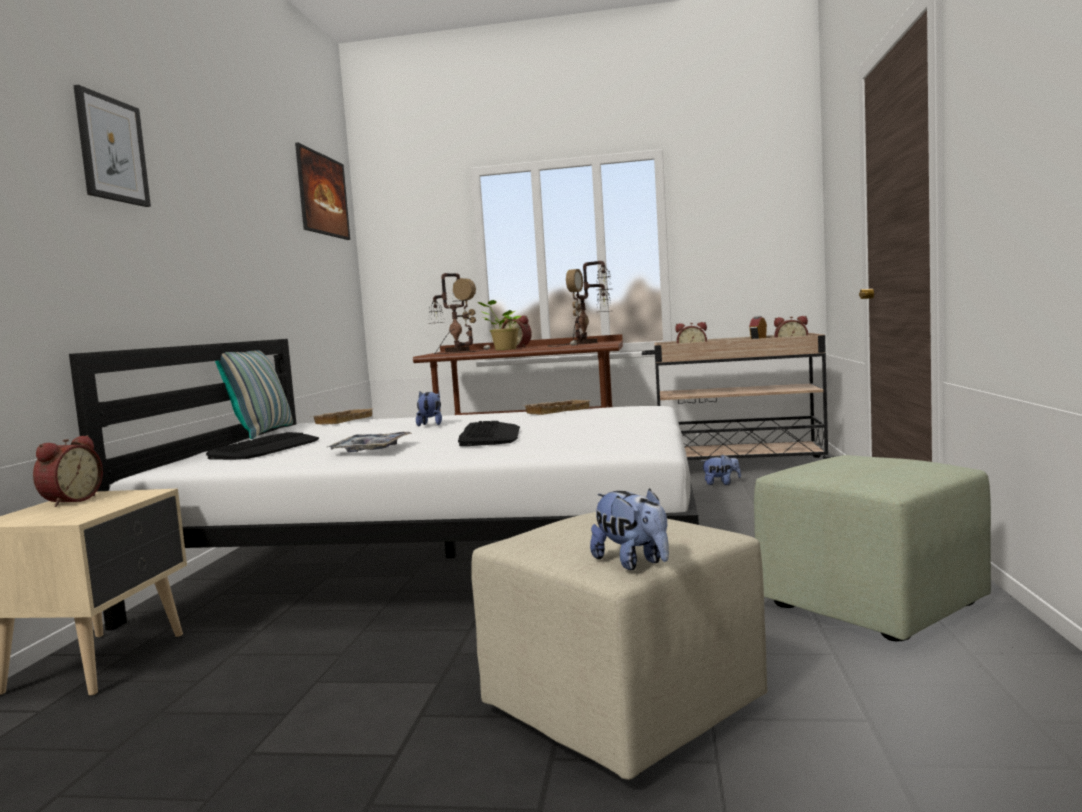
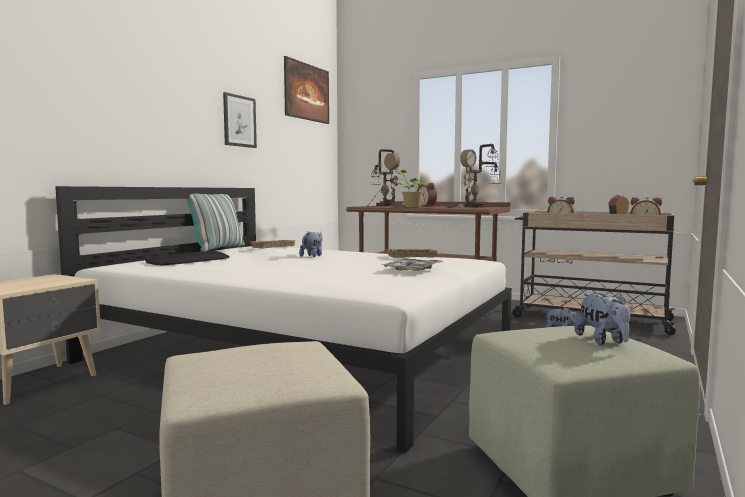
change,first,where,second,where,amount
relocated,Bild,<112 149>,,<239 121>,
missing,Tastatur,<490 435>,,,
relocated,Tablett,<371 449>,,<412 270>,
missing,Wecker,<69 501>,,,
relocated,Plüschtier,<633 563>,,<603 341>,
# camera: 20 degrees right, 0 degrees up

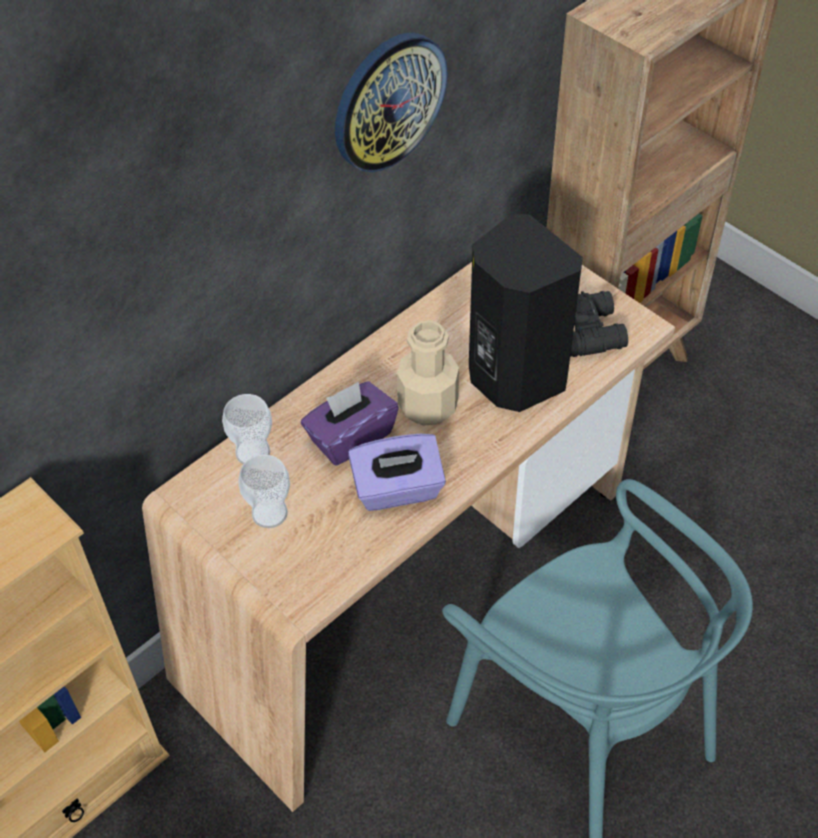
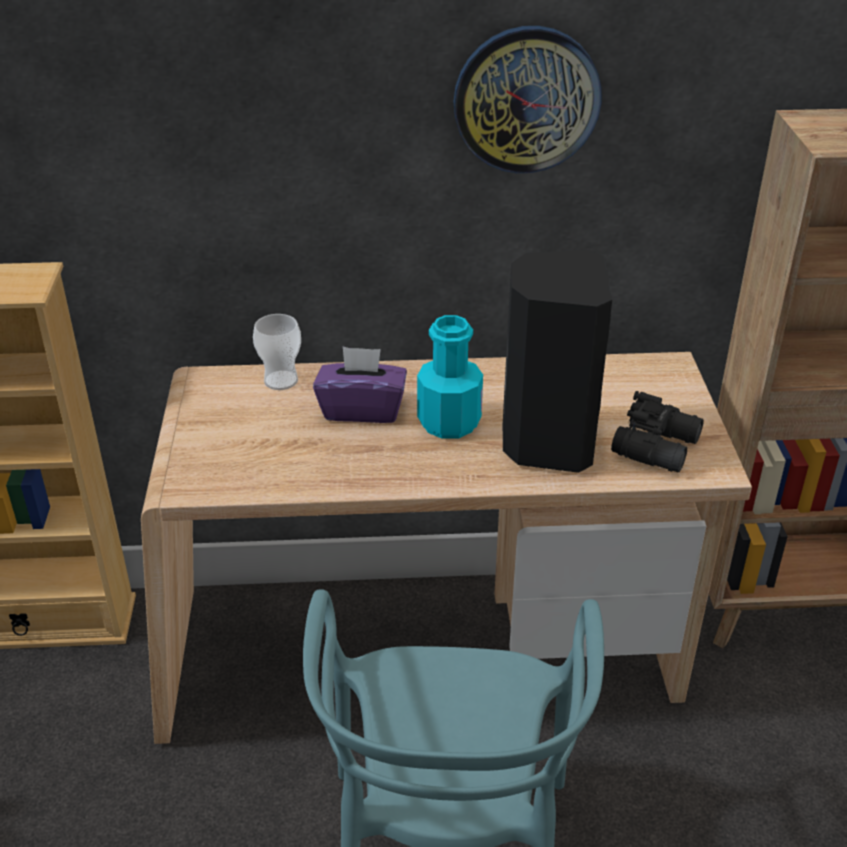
change,first,where,second,where,amount
colour,Flasche [beige],<428 405>,Flasche [türkis],<449 422>,
missing,Taschentuchbox [lila],<398 490>,,,
missing,Tasse,<269 513>,,,
# camera: 40 degrees right, 15 degrees down

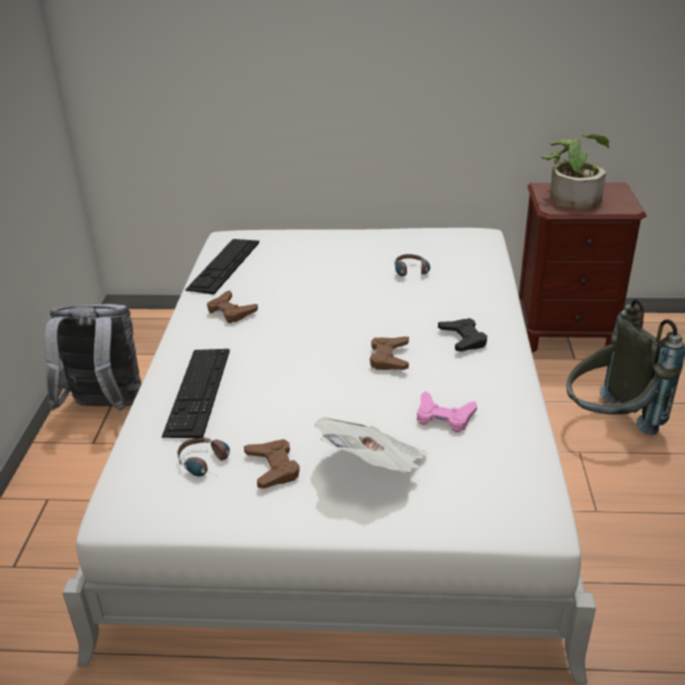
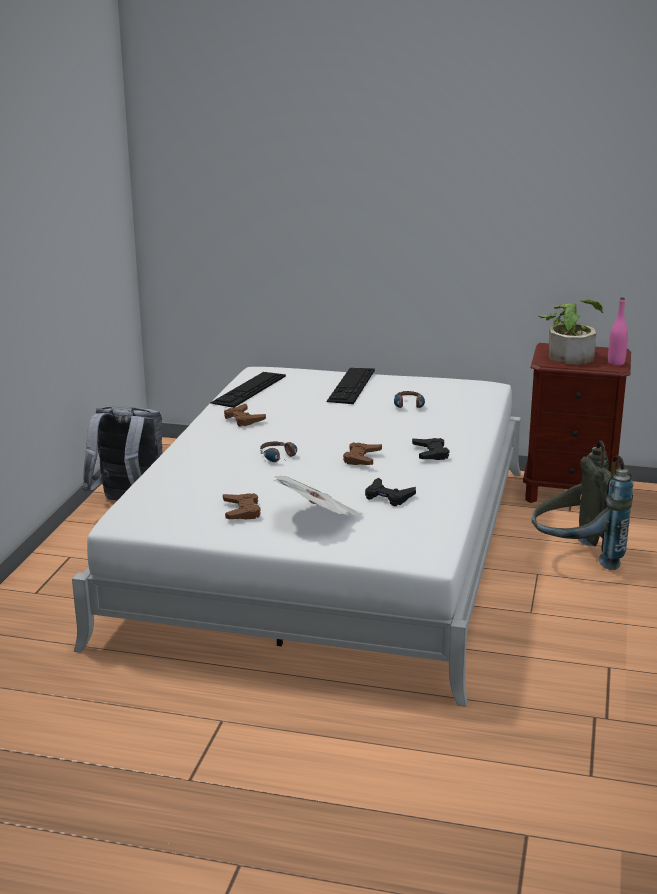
change,first,where,second,where,amount
relocated,Tastatur,<198 391>,,<351 385>,
colour,Gamepad [rosa],<444 417>,Gamepad [schwarz],<388 496>,
relocated,Kopfhörer,<209 465>,,<281 458>,
appeared,,,Flasche [rosa],<616 363>,
# camera: 10 degrees right, 10 degrees down

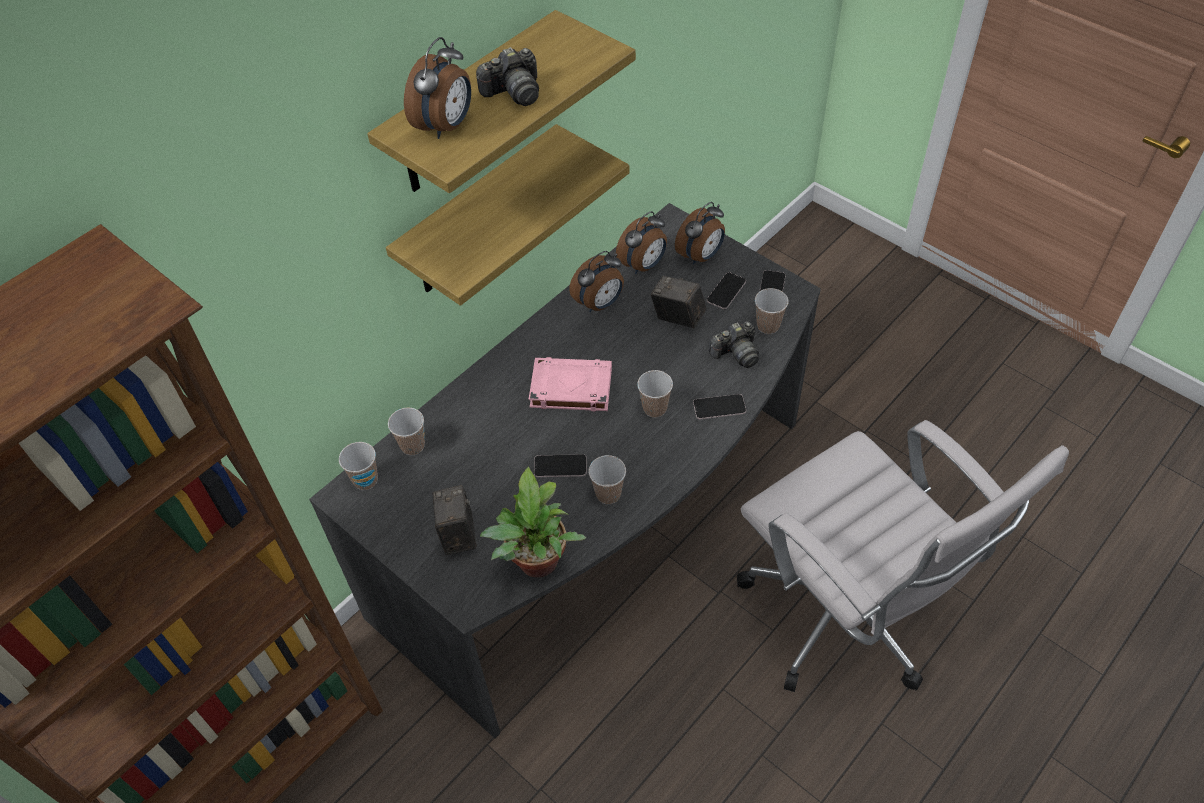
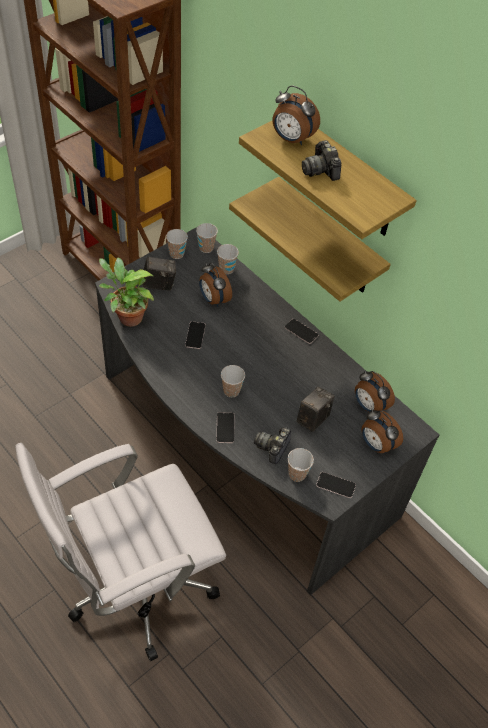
change,first,where,second,where,amount
relocated,Wecker,<600 304>,,<213 299>,
relocated,Handy,<726 291>,,<301 331>,
spun,Kamera,<736 353>,,<273 447>,45 degrees clockwise
missing,Buch [rosa],<570 388>,,,
relocated,Tasse,<608 494>,,<176 254>,
# camera: 90 degrees right, 0 degrees up

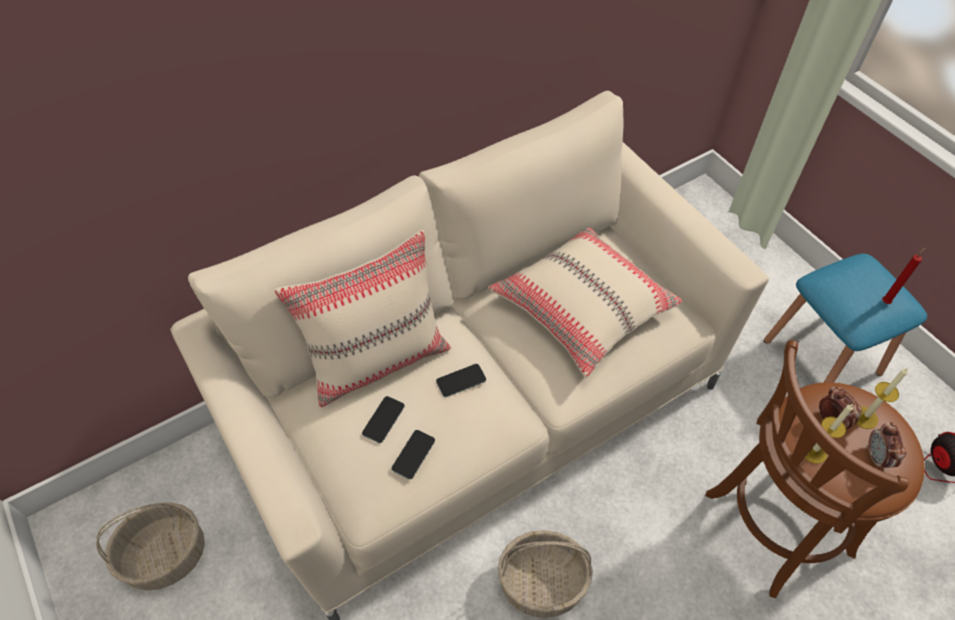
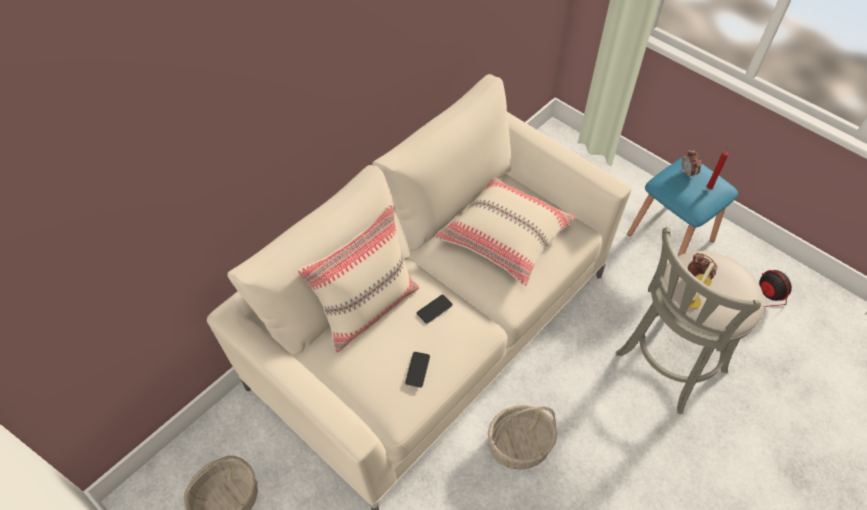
change,first,where,second,where,amount
colour,Hocker [braun],<771 527>,Hocker [grau],<667 365>,
missing,Kerze,<864 417>,,,
missing,Handy,<383 419>,,,
relocated,Wecker,<876 457>,,<687 173>,
# camera: 15 degrees left, 0 degrees up

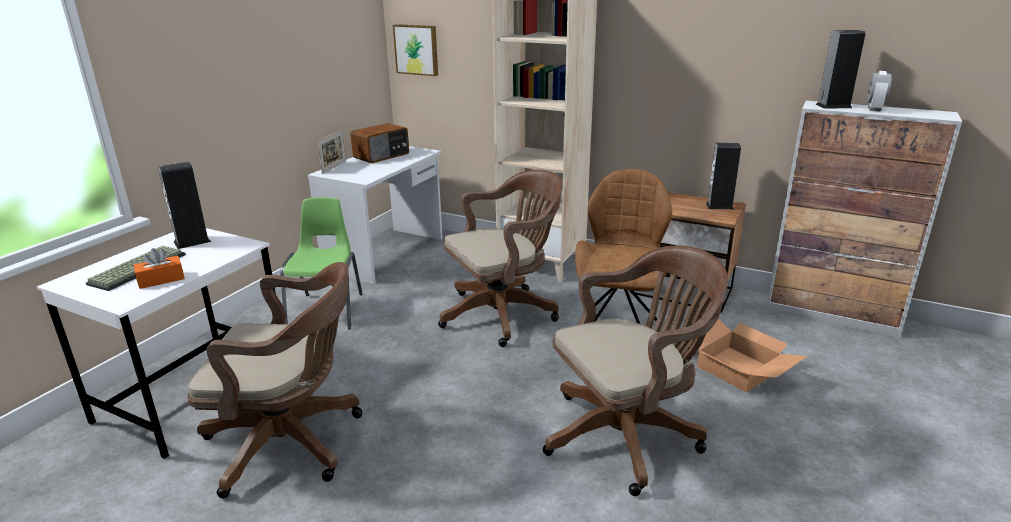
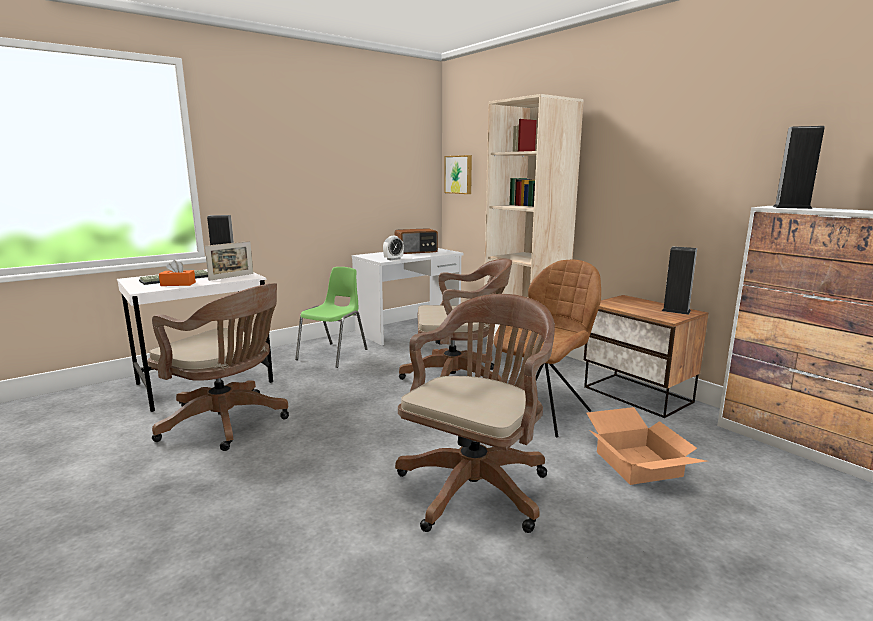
change,first,where,second,where,amount
relocated,Wecker,<874 109>,,<393 259>,
relocated,Bilderrahmen,<334 167>,,<231 277>,
spun,Bürostuhl [braun],<628 434>,,<477 485>,60 degrees counterclockwise
# camera: 25 degrees right, 10 degrees down

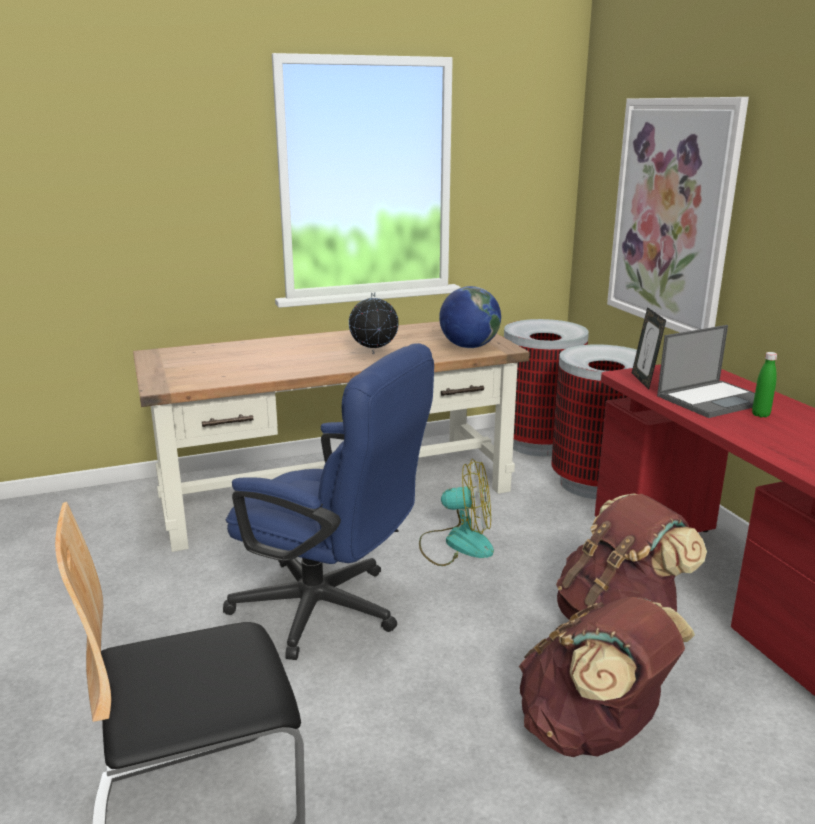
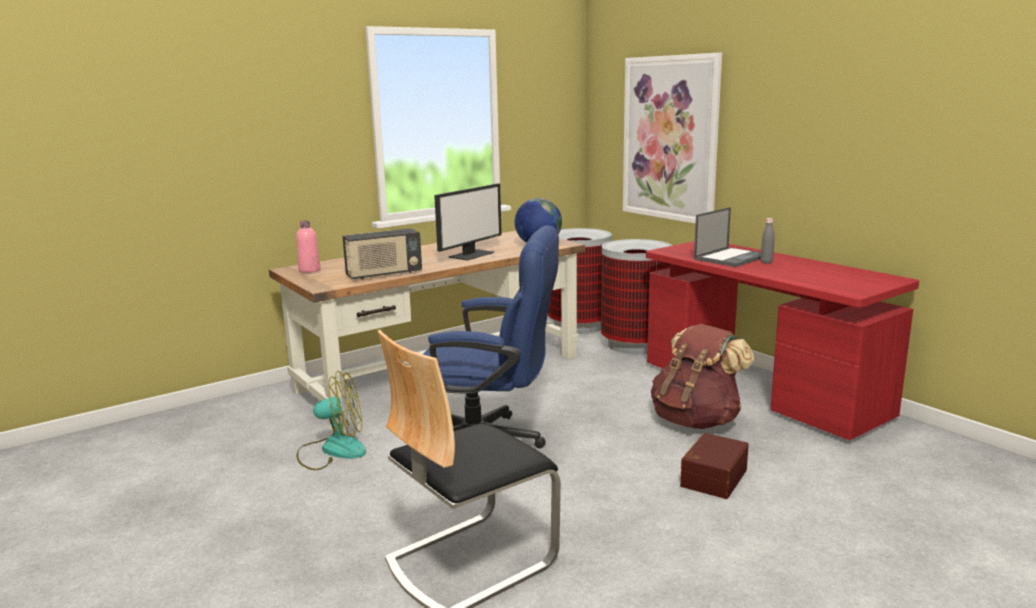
change,first,where,second,where,amount
exchanged,Globus,<374 354>,Monitor,<471 254>,
missing,Bilderrahmen,<644 381>,,,
colour,Flasche [grün],<760 415>,Flasche [grau],<766 262>,
relocated,Ventilator,<457 544>,,<332 450>,
exchanged,Rucksack [braun],<592 732>,Aufbewahrungsbox [braun],<712 477>,
appeared,,,Flasche [rosa],<309 270>,
appeared,,,Radio,<384 274>,
# camera: 15 degrees left, 5 degrees down

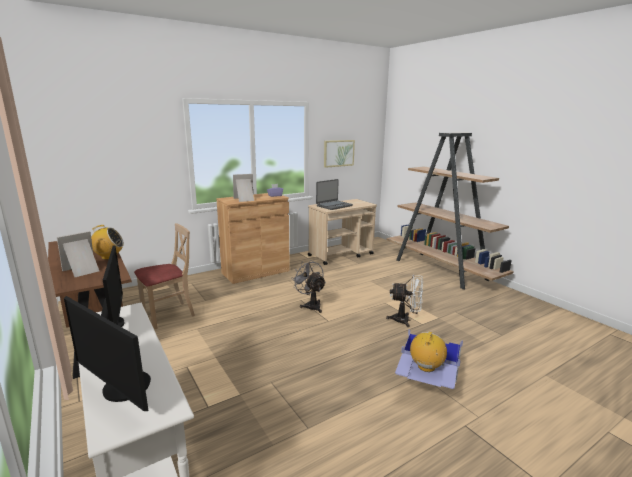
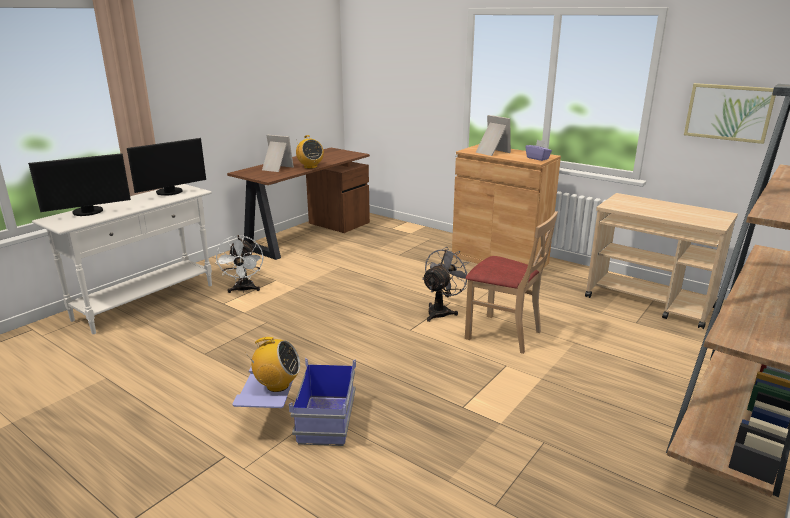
change,first,where,second,where,amount
missing,Laptop,<334 206>,,,
relocated,Stuhl [beige],<168 315>,,<503 334>,
relocated,Ventilator [weiß],<405 320>,,<244 290>,
spun,Monitor,<122 389>,,<88 212>,135 degrees counterclockwise
# camera: 70 degrees right, 5 degrees up

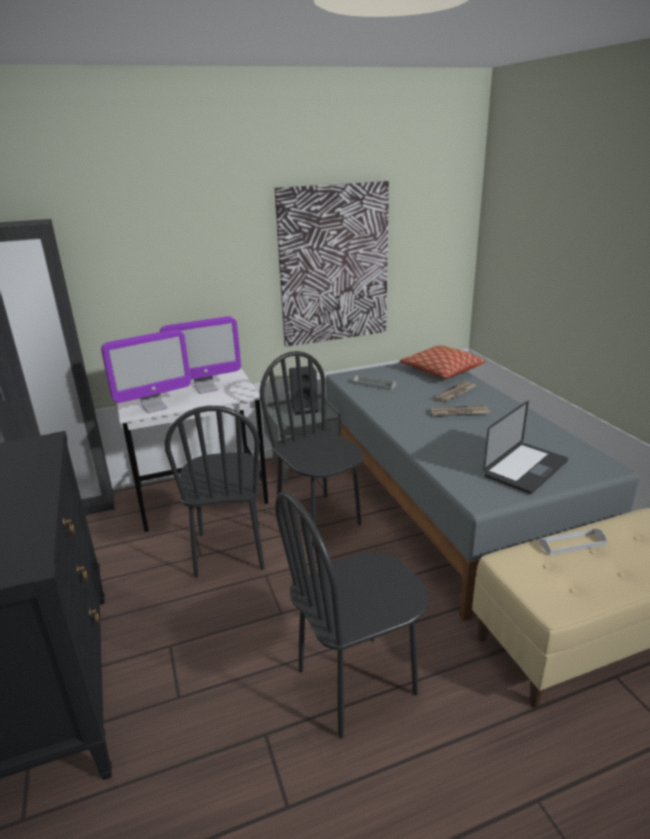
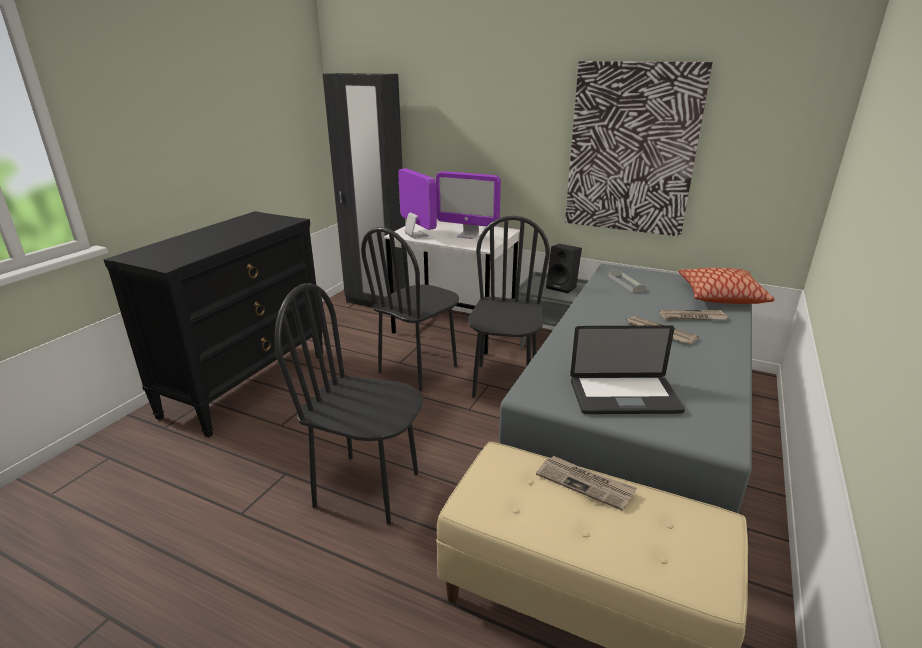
change,first,where,second,where,amount
spun,Monitor,<154 407>,,<416 235>,135 degrees counterclockwise
exchanged,Tablett [weiß],<572 544>,Zeitung,<585 483>,
# camera: 45 degrees right, 0 degrees up

